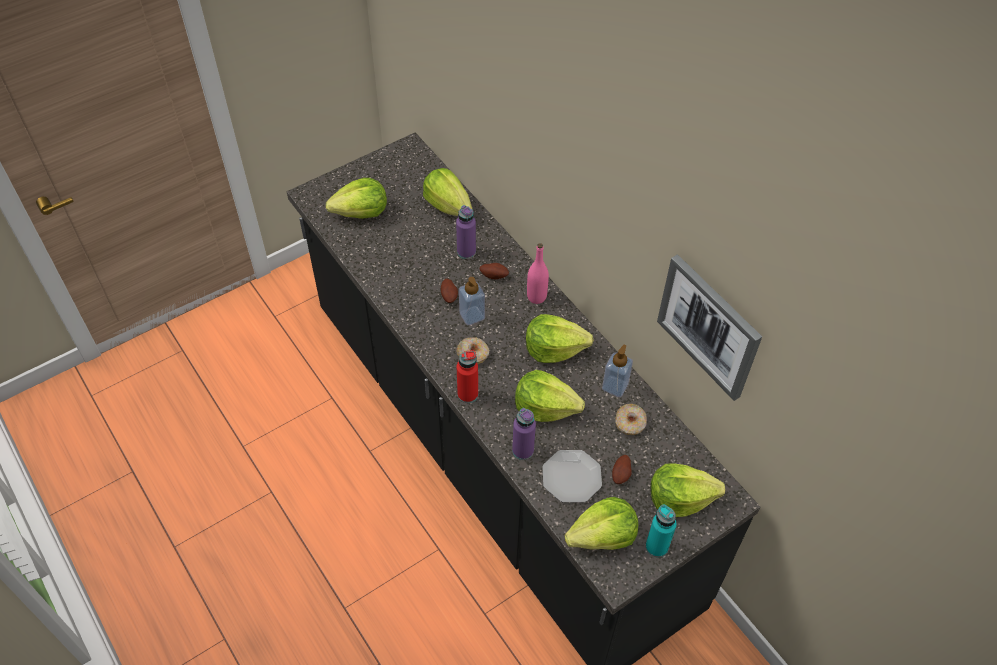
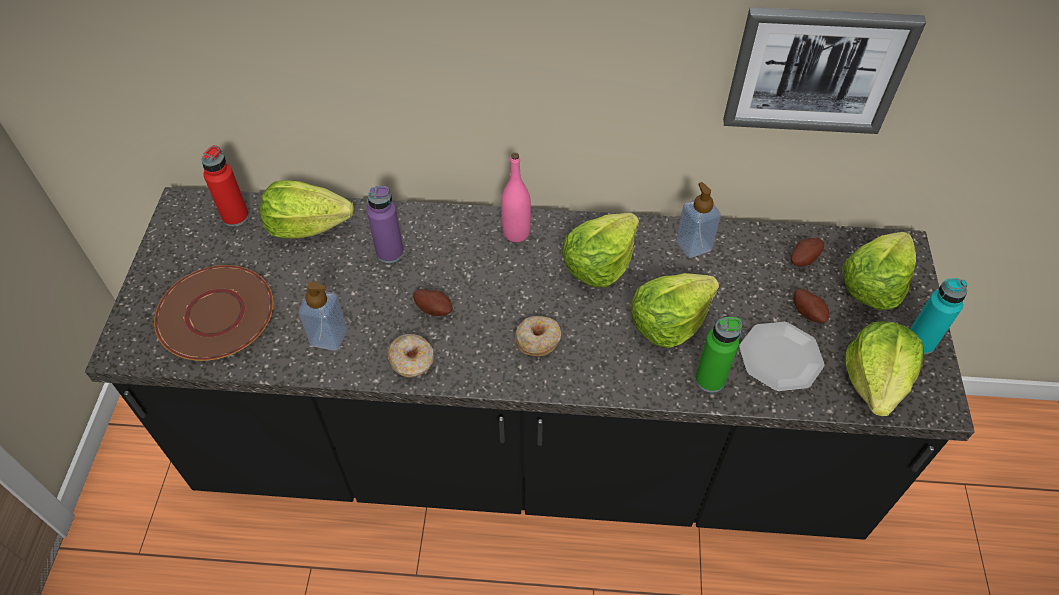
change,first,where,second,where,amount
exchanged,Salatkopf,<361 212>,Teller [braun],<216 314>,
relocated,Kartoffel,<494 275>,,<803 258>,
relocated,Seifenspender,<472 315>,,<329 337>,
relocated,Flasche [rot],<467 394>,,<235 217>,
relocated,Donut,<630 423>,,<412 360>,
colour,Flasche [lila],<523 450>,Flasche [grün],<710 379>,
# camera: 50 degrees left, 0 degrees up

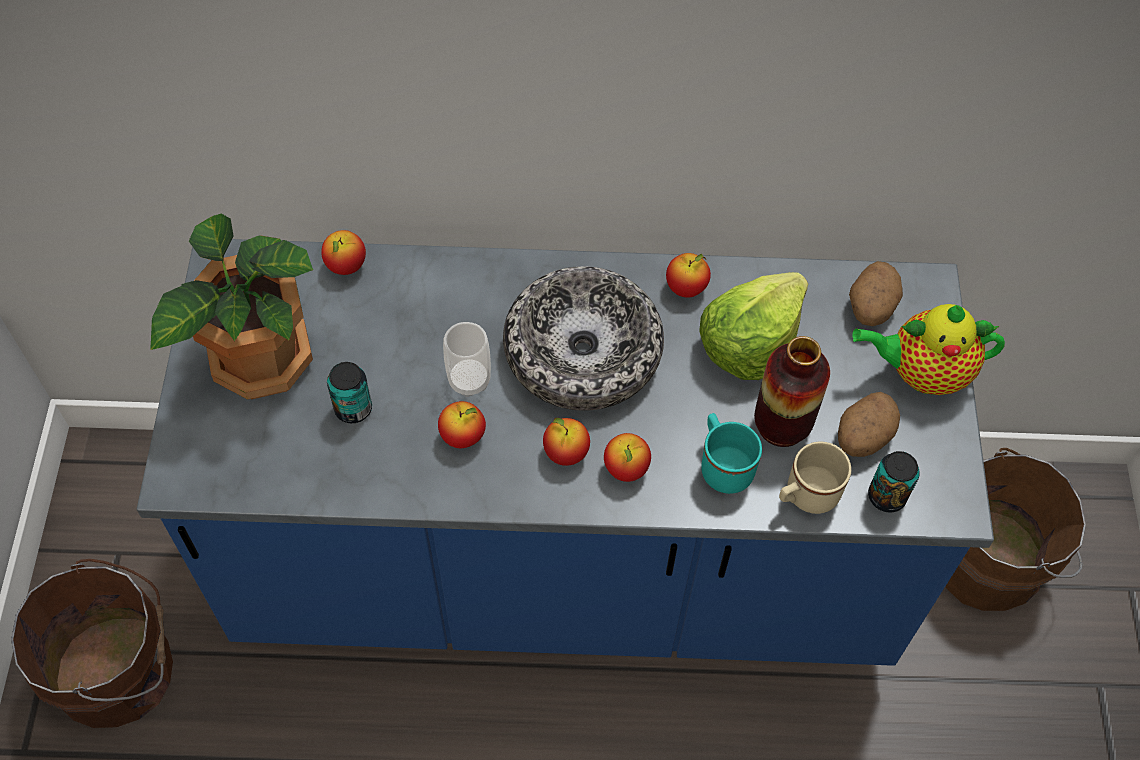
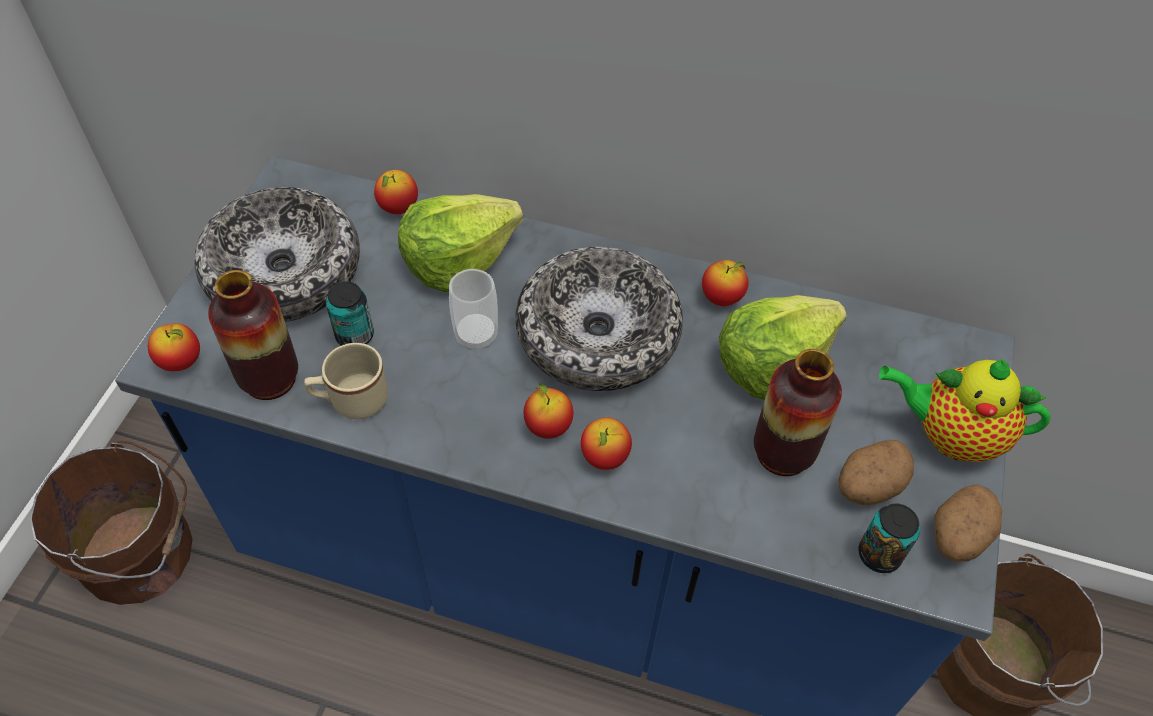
change,first,where,second,where,amount
exchanged,Topfpflanze,<258 360>,Schüssel,<283 271>,
relocated,Kartoffel,<870 308>,,<957 537>,
relocated,Apfel,<463 436>,,<181 362>,
missing,Henkelbecher [türkis],<723 464>,,,
relocated,Henkelbecher [beige],<805 496>,,<351 401>,
appeared,,,Salatkopf,<458 260>,
appeared,,,Vase,<270 379>,
# camera: 15 degrees right, 5 degrees down

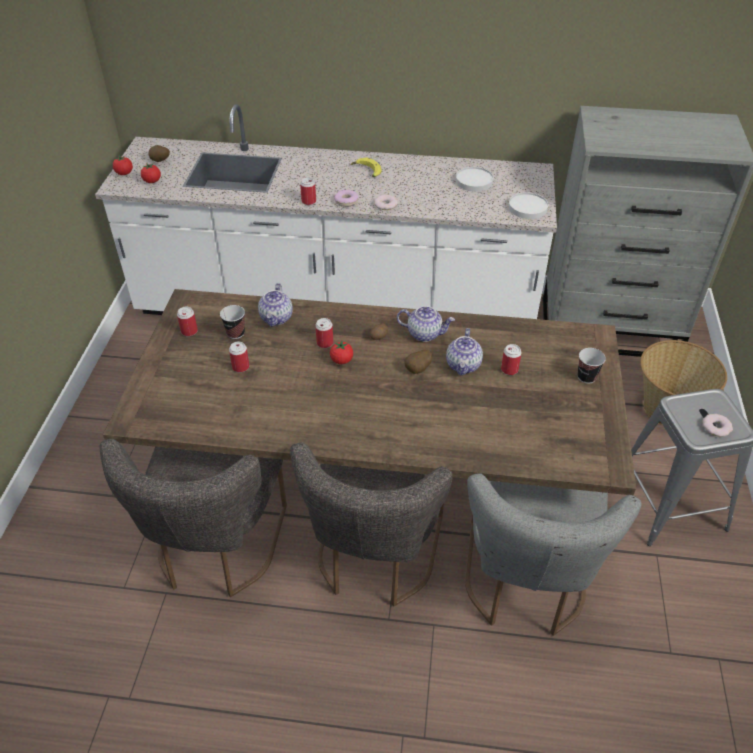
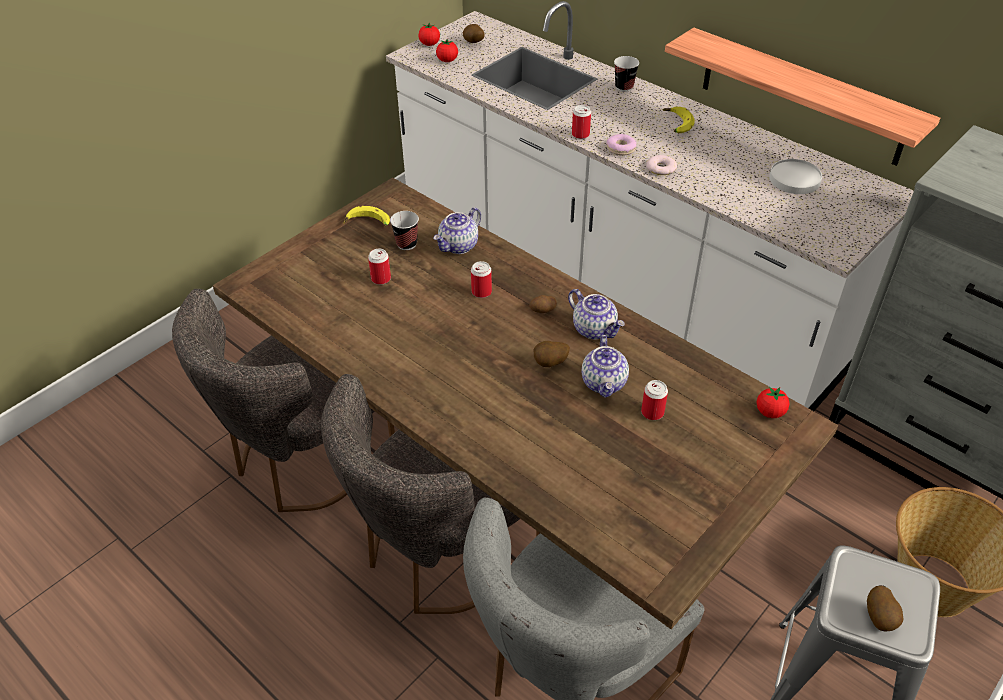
change,first,where,second,where,amount
missing,Teller [weiß],<527 208>,,,
exchanged,Dose,<189 331>,Banane,<367 224>,
spun,Teekanne,<463 365>,,<604 383>,45 degrees counterclockwise
relocated,Tomate,<341 360>,,<770 412>,
relocated,Tasse,<586 377>,,<624 87>,
exchanged,Donut,<716 427>,Kartoffel,<880 618>,
appeared,,,Wandregal,<801 97>,
# camera: 35 degrees right, 0 degrees up

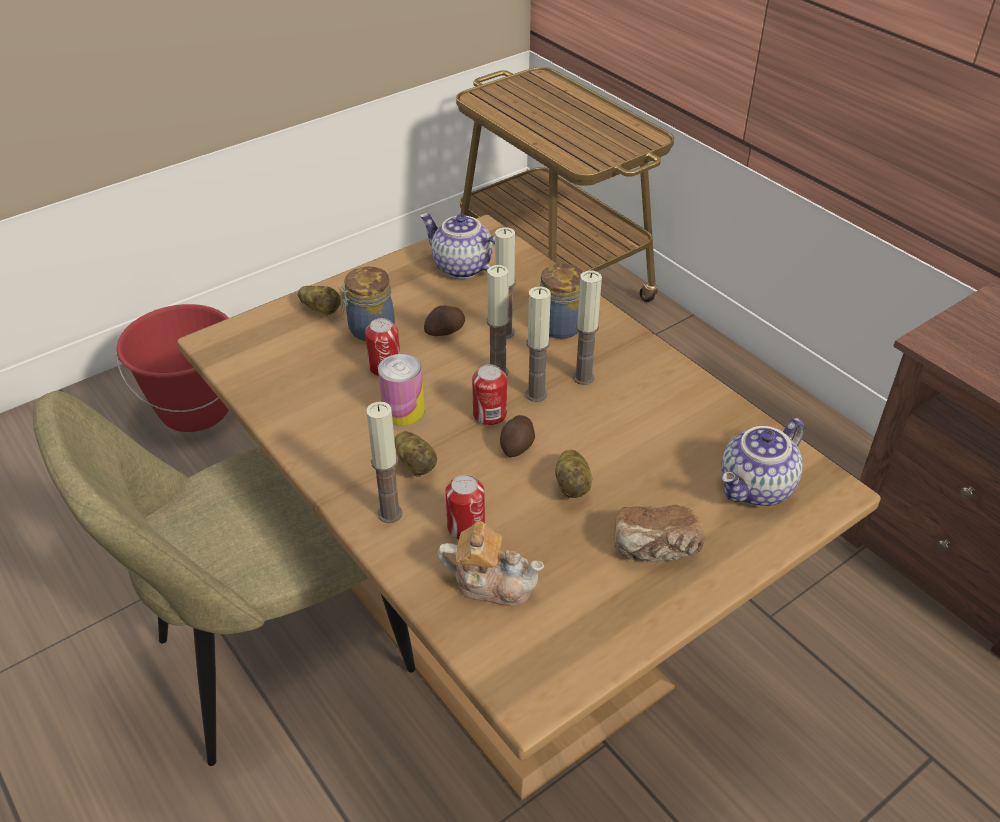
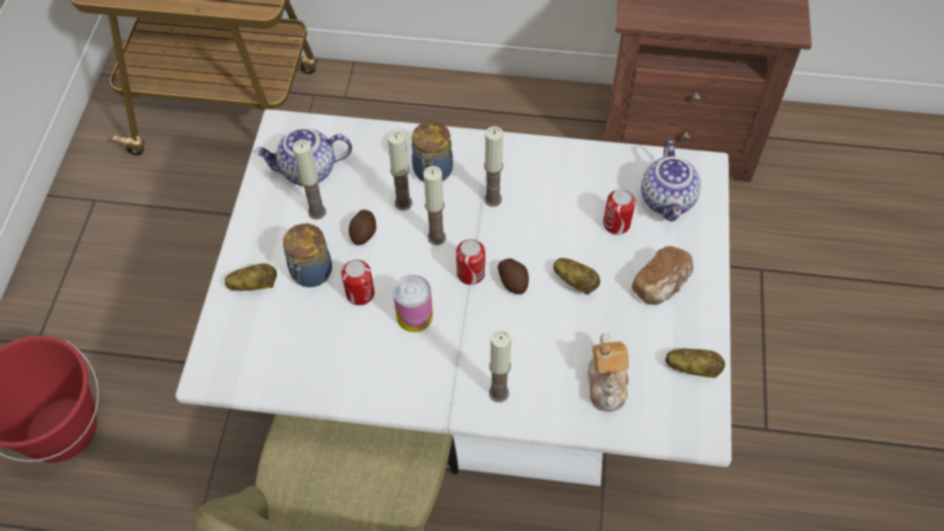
change,first,where,second,where,amount
colour,Esstisch [braun],<500 624>,Esstisch [weiß],<473 394>,
relocated,Kerze,<536 394>,,<317 212>,
relocated,Kartoffel,<416 464>,,<692 368>,
relocated,Dose,<466 527>,,<616 224>,
spun,Teekanne,<492 583>,,<607 383>,120 degrees clockwise
# camera: 45 degrees left, 15 degrees up

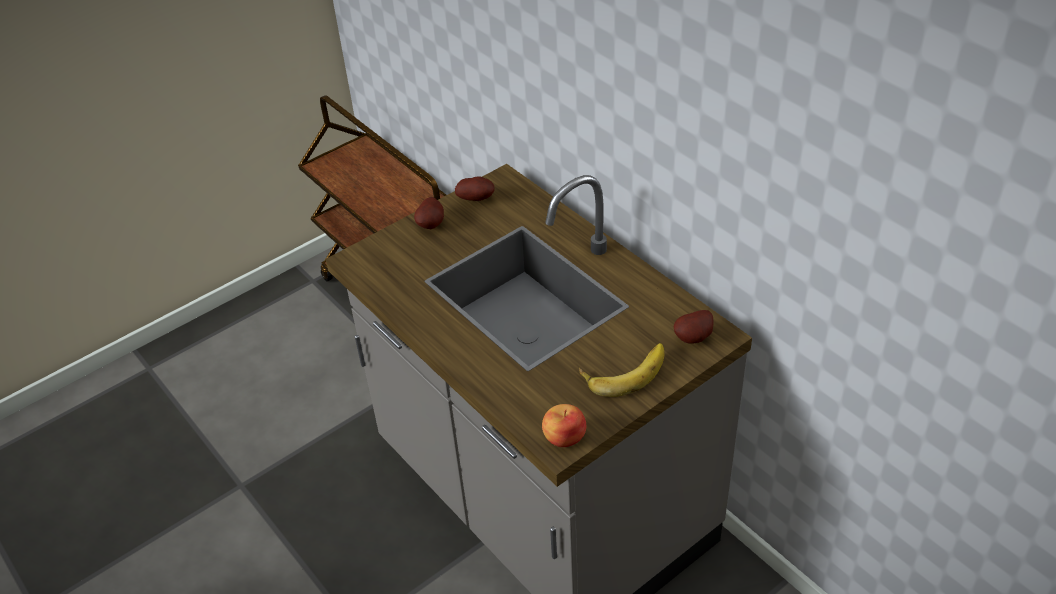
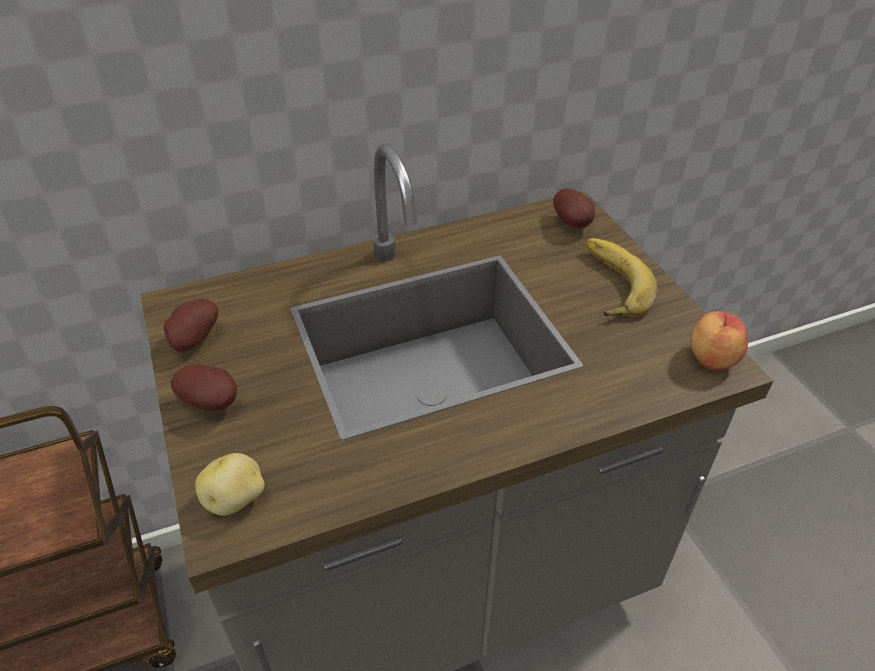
change,first,where,second,where,amount
appeared,,,Kartoffel,<236 499>,
# camera: 75 degrees left, 0 degrees up

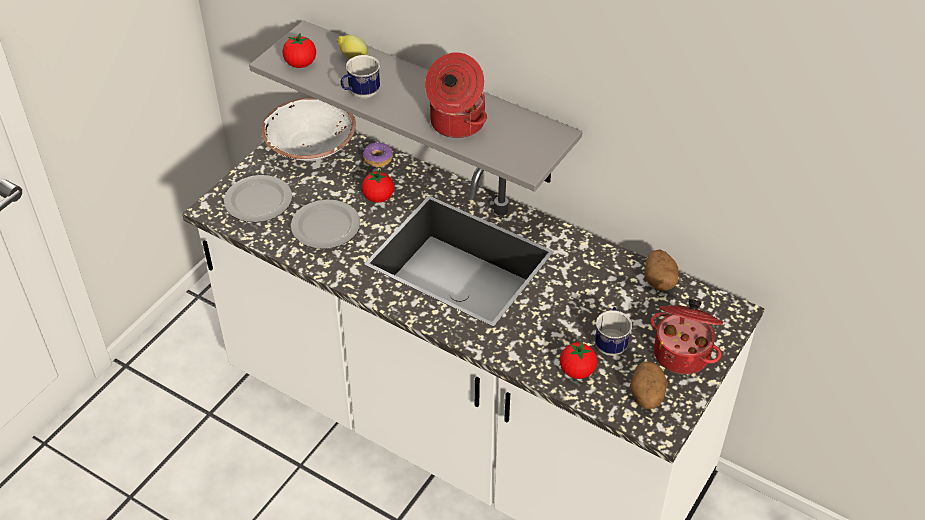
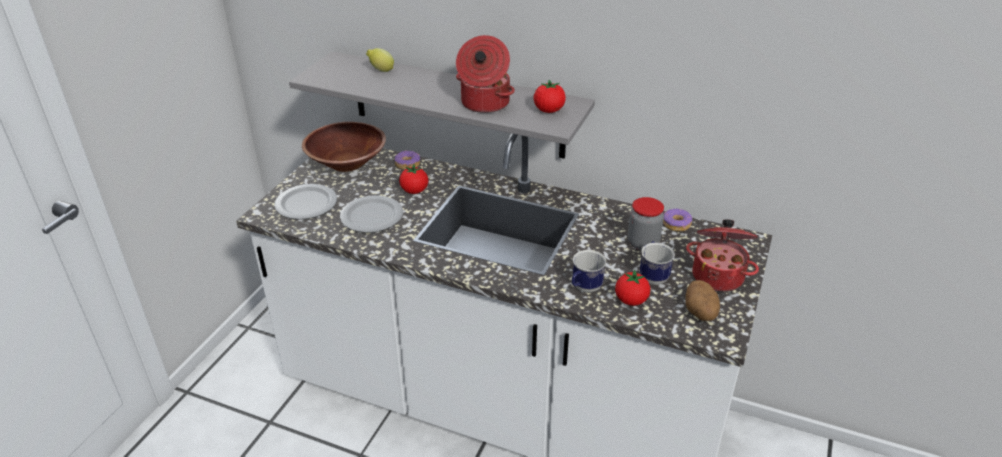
change,first,where,second,where,amount
relocated,Tomate,<300 64>,,<549 110>,
relocated,Henkelbecher,<360 94>,,<584 288>,
colour,Schüssel [weiß],<310 149>,Schüssel [braun],<347 163>,
exchanged,Kartoffel,<659 280>,Donut,<676 224>,
appeared,,,Vorratsglas,<643 243>,
# camera: 10 degrees left, 10 degrees down

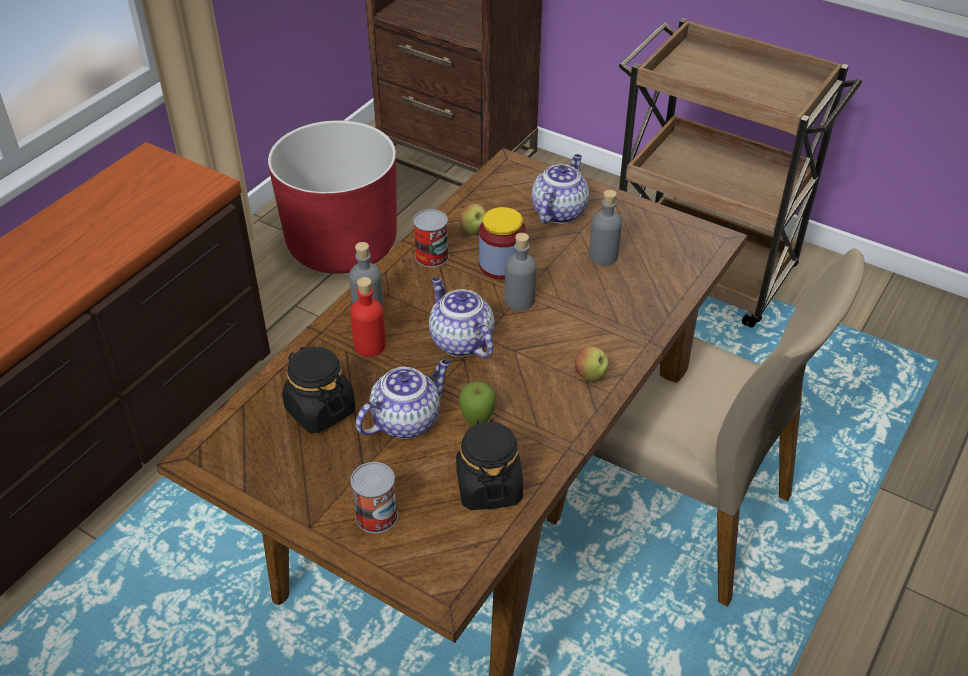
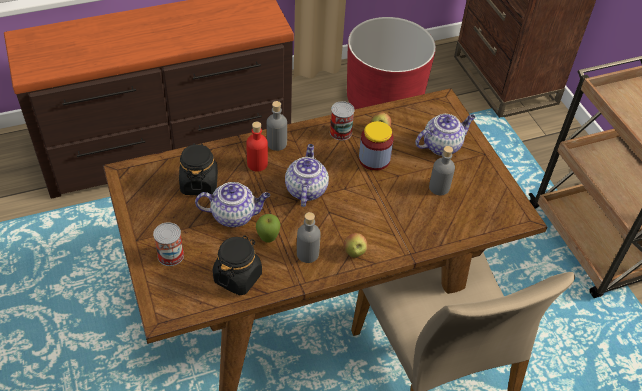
change,first,where,second,where,amount
relocated,Flasche [grau],<519 300>,,<307 254>,
# camera: 35 degrees right, 5 degrees up

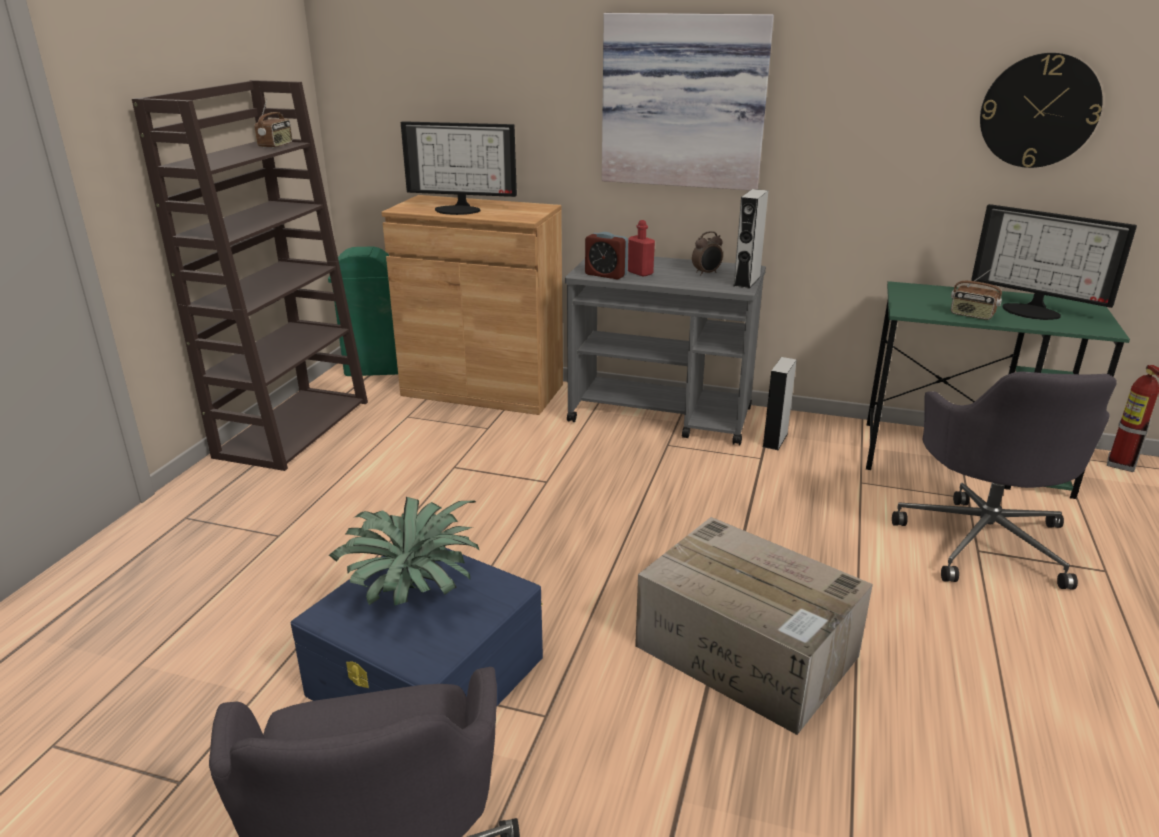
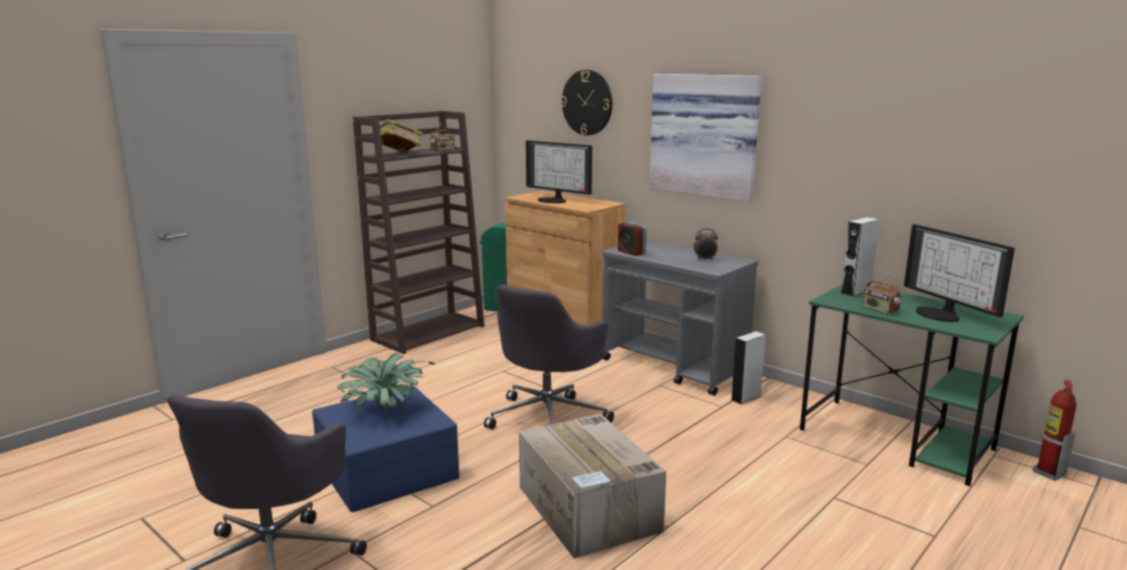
change,first,where,second,where,amount
relocated,Wanduhr,<1039 111>,,<587 102>,
relocated,Lautsprecher [grau],<747 281>,,<855 291>,
missing,Flasche [rot],<640 273>,,,
relocated,Bürostuhl [grau],<984 541>,,<549 417>,
appeared,,,Buch,<397 154>,
# camera: 25 degrees right, 10 degrees down

